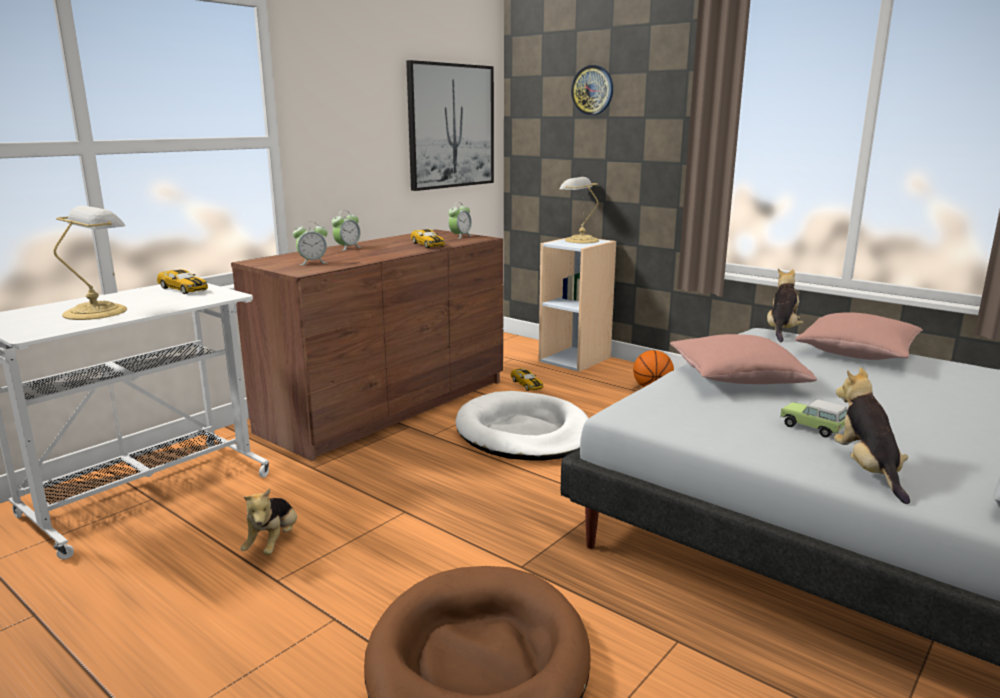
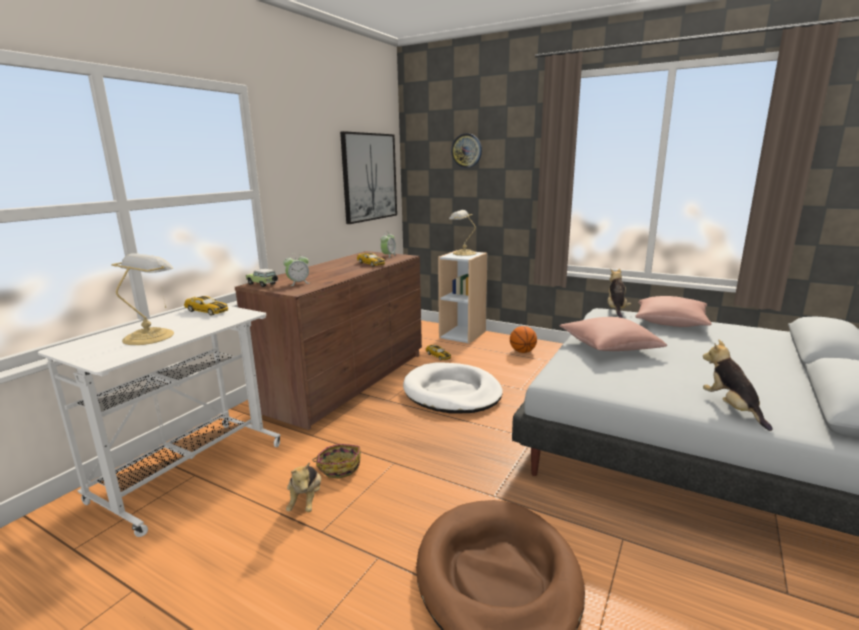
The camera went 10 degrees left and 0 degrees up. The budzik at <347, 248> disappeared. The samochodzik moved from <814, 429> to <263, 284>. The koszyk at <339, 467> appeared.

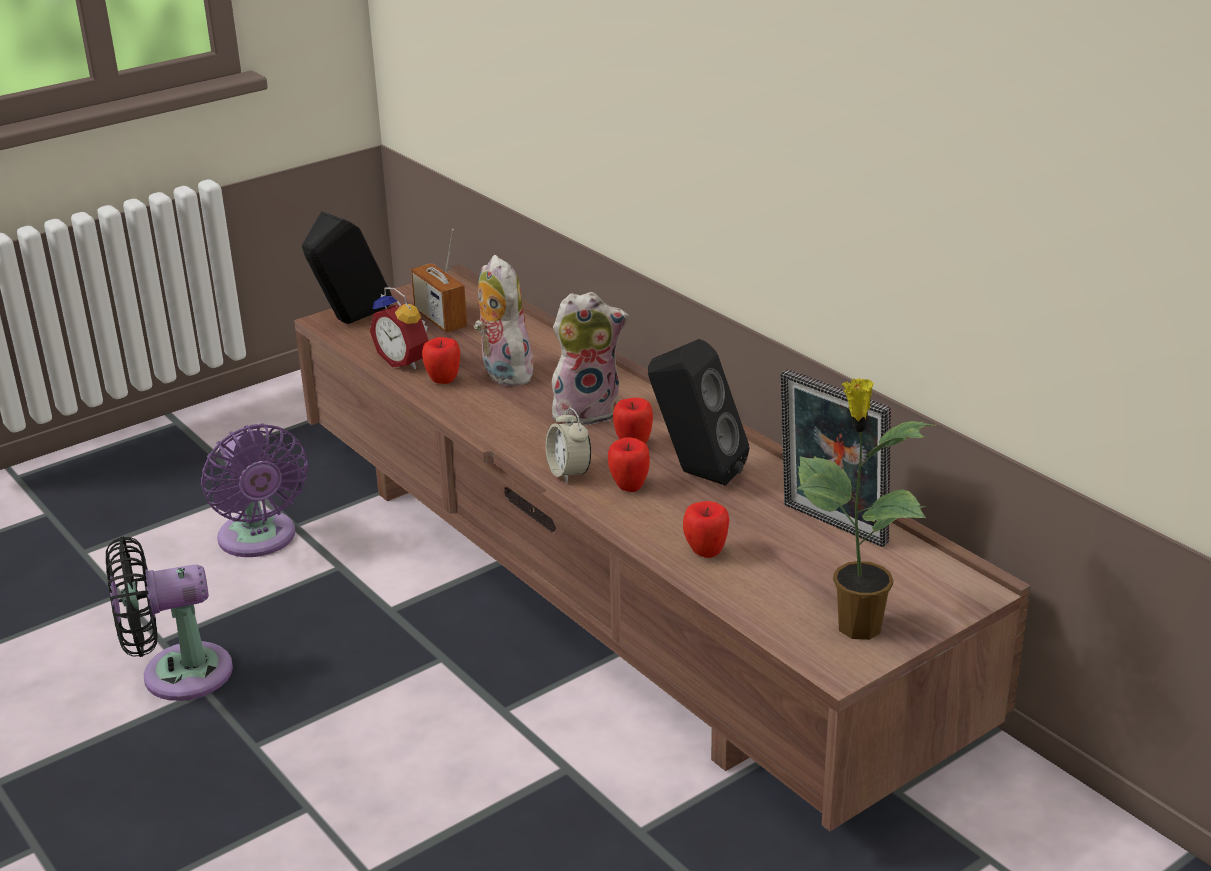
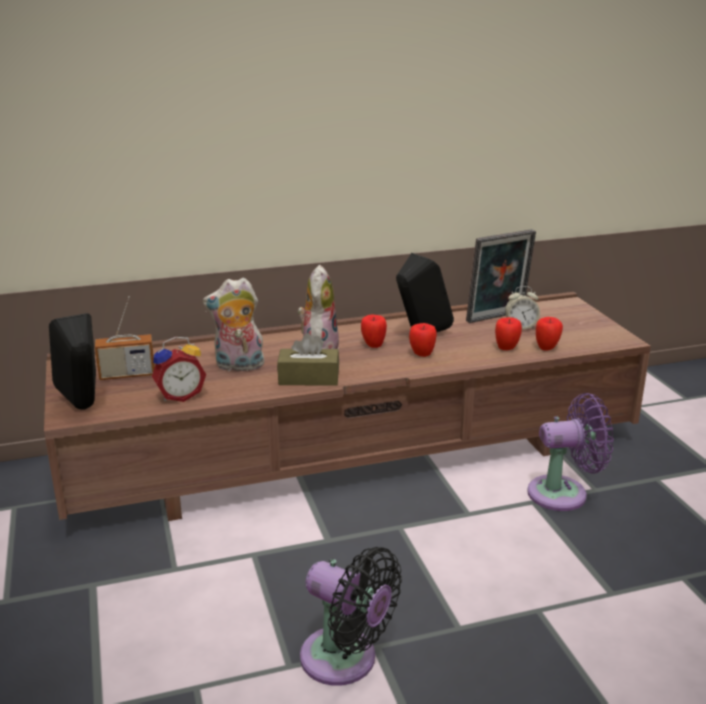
The camera went 70 degrees left and 5 degrees down. The wentylator [czarny] at <177, 674> turned 60 degrees counterclockwise. The wentylator [fioletowy] moved from <259, 540> to <563, 493>. The jabłko moved from <443, 381> to <547, 348>. The budzik moved from <569, 473> to <520, 327>. The roślina doniczkowa at <856, 626> disappeared. The pudełko chusteczek [brązowy] at <308, 378> appeared.

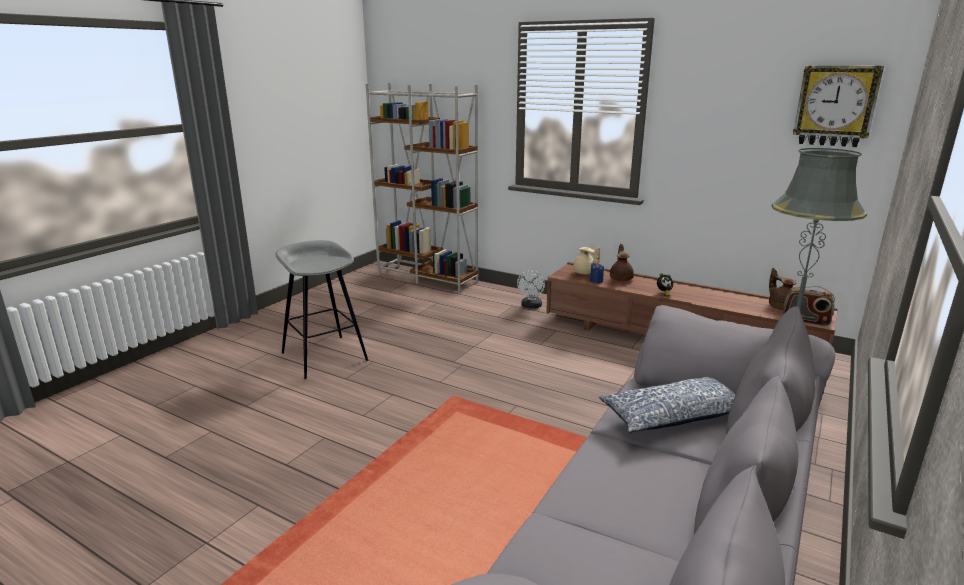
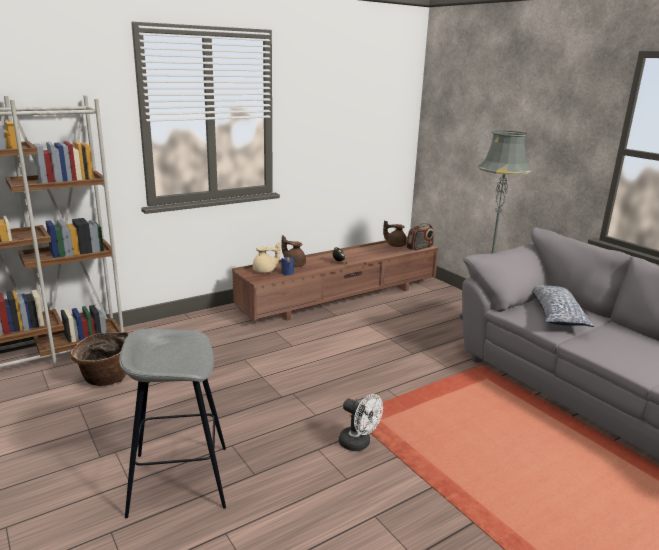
The camera went 65 degrees left and 0 degrees up. The wentylator [biały] moved from <531, 306> to <359, 444>. The zegar ścienny at <835, 106> disappeared. The koszyk at <105, 379> appeared.

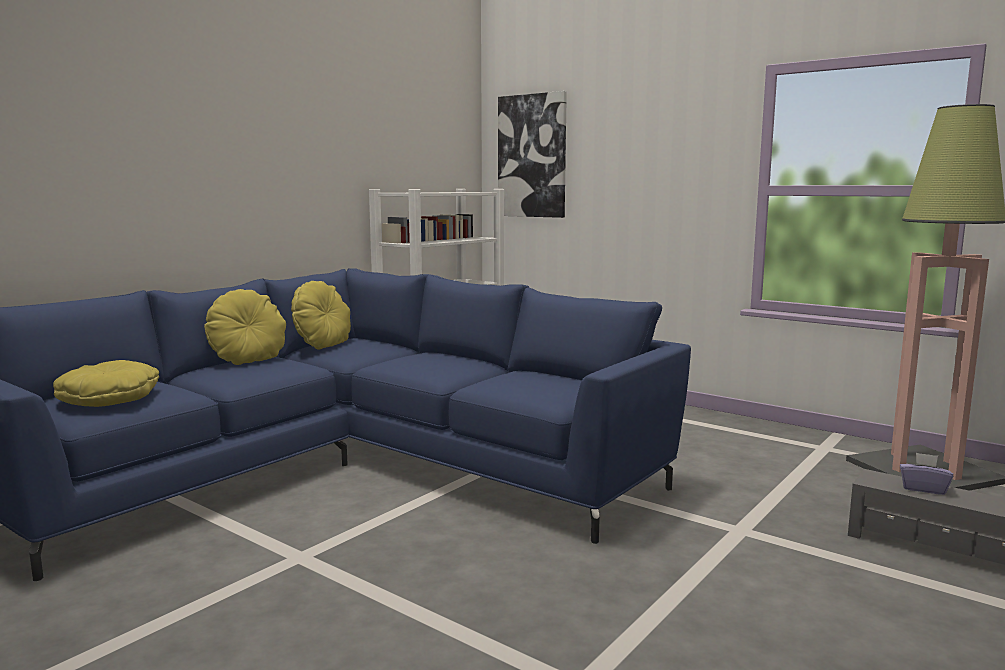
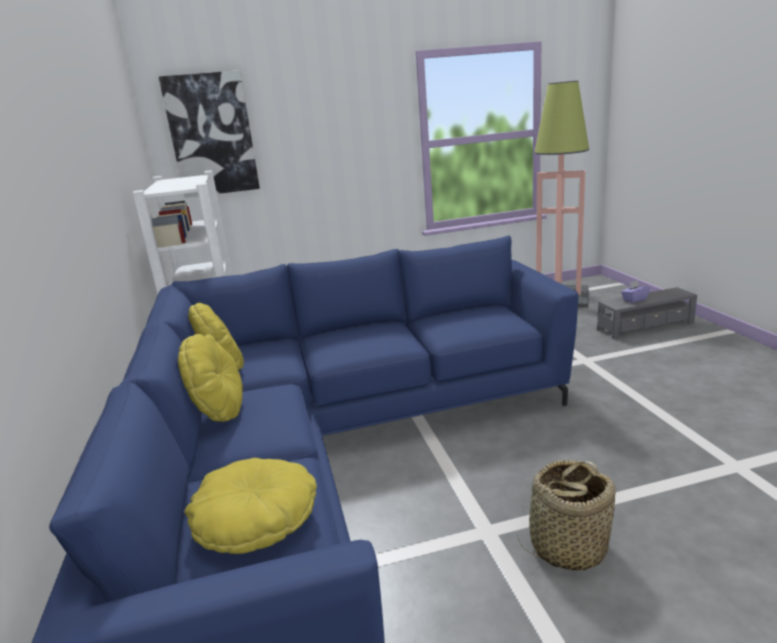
The camera went 50 degrees left and 10 degrees up. The koszyk at <567, 546> appeared.

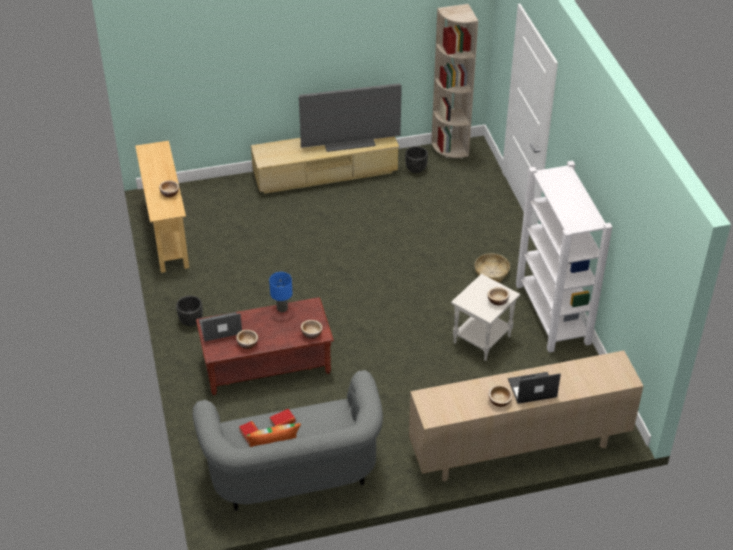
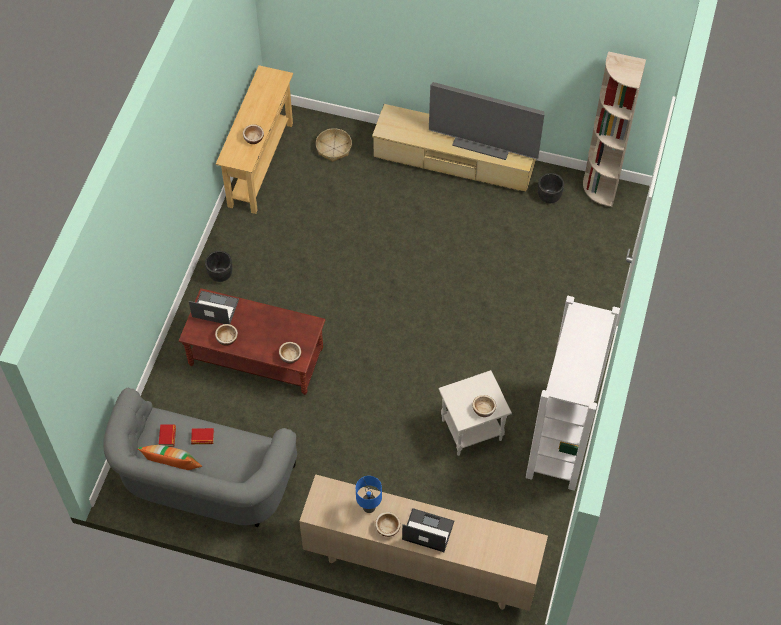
The camera went 30 degrees right and 15 degrees up. The lampa stołowa [niebieski] moved from <281, 309> to <368, 508>. The koszyk moved from <491, 272> to <334, 148>.

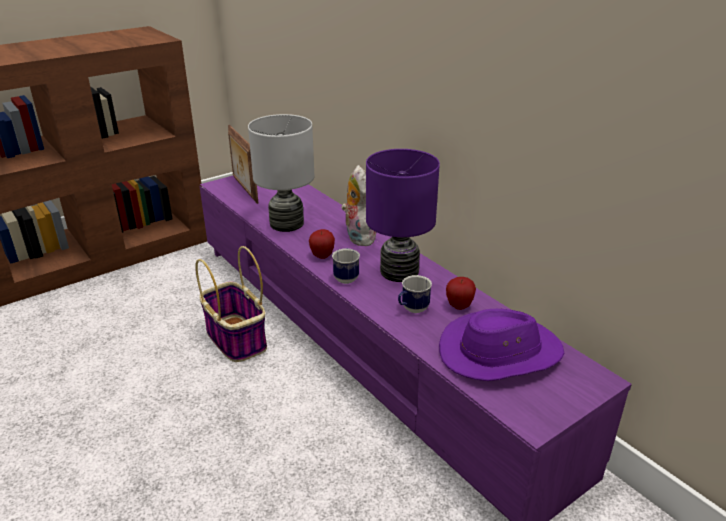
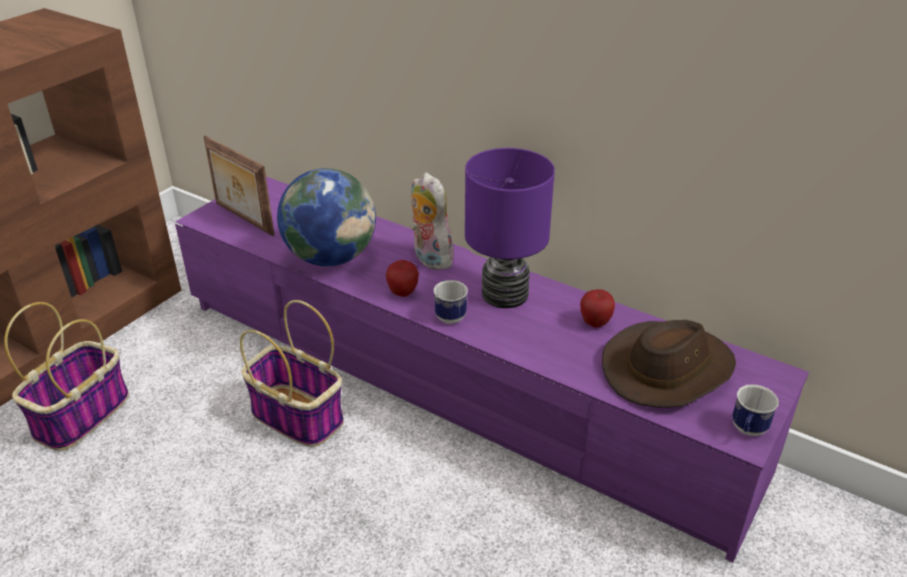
The camera went 20 degrees left and 5 degrees up. The lampa stołowa [szary] at <287, 224> was replaced by the globus at <331, 257>. The kubek moved from <412, 309> to <747, 431>. The kapelusz [fioletowy] at <499, 352> became the kapelusz [brązowy] at <667, 369>. The koszyk at <82, 414> appeared.

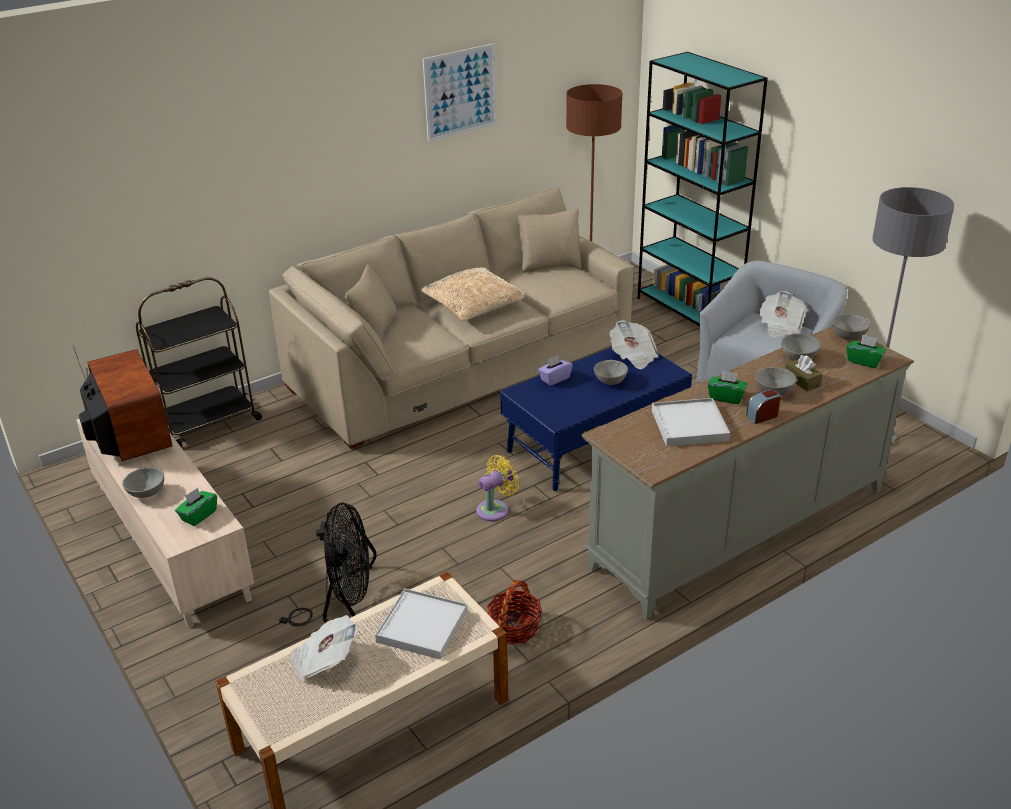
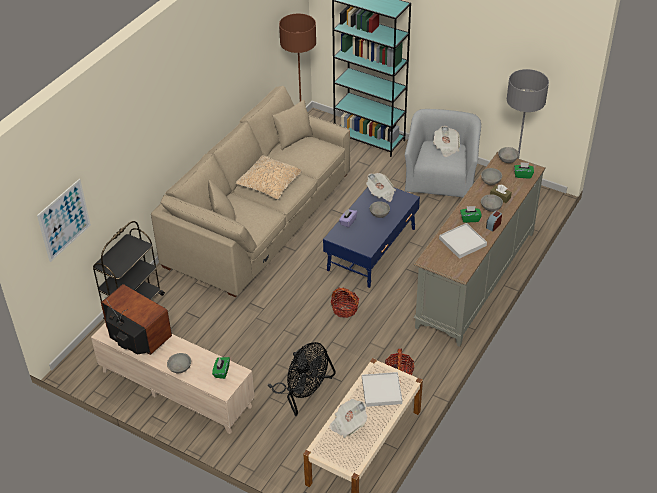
The camera went 25 degrees left and 10 degrees up. The wentylator [czarny] at <342, 605> turned 60 degrees clockwise. The obraz moved from <460, 92> to <64, 220>. The wentylator [żółty] at <495, 509> was replaced by the koszyk at <344, 309>.

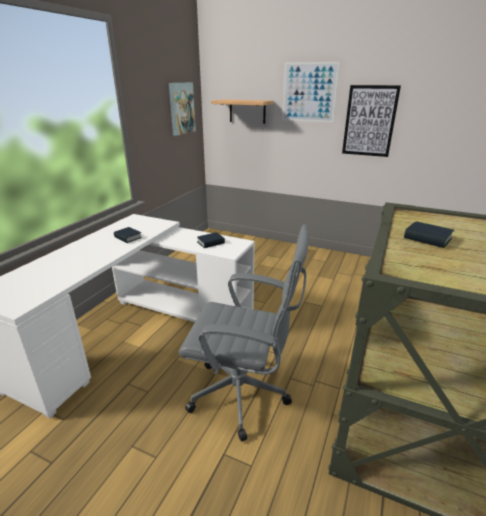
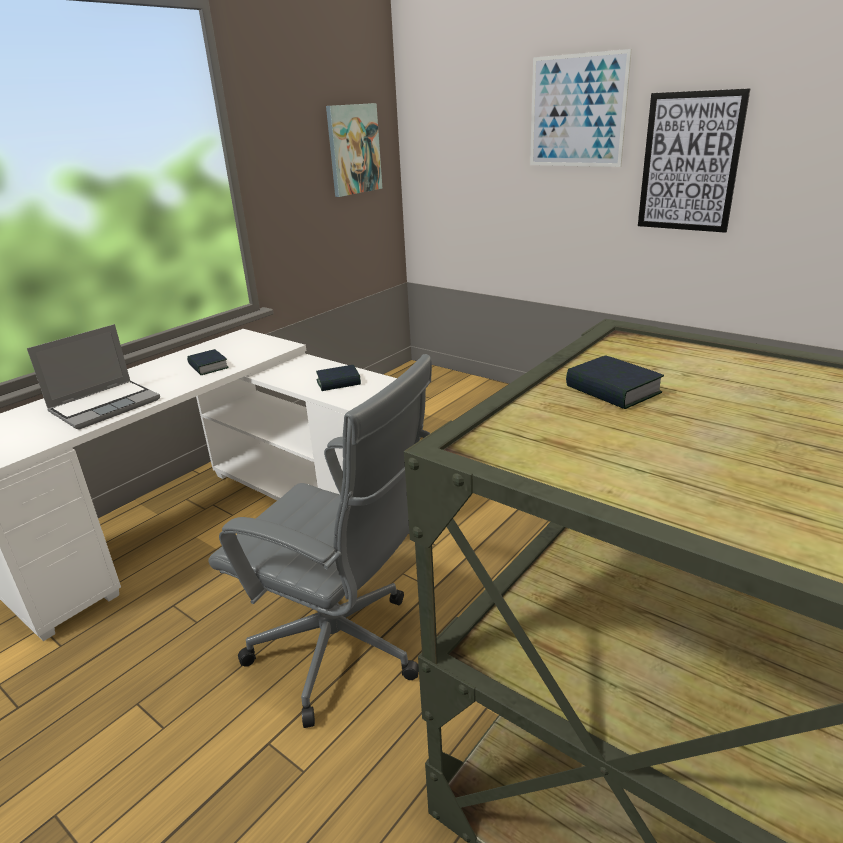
The camera went 15 degrees right and 0 degrees up. The półka at <247, 111> disappeared. The laptop at <106, 405> appeared.

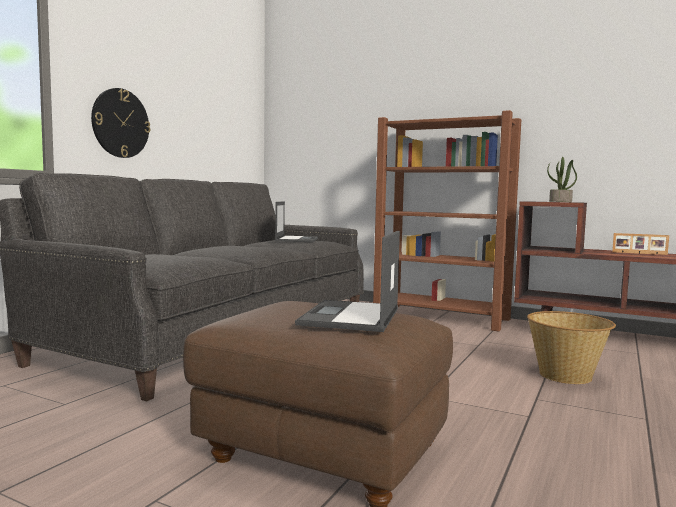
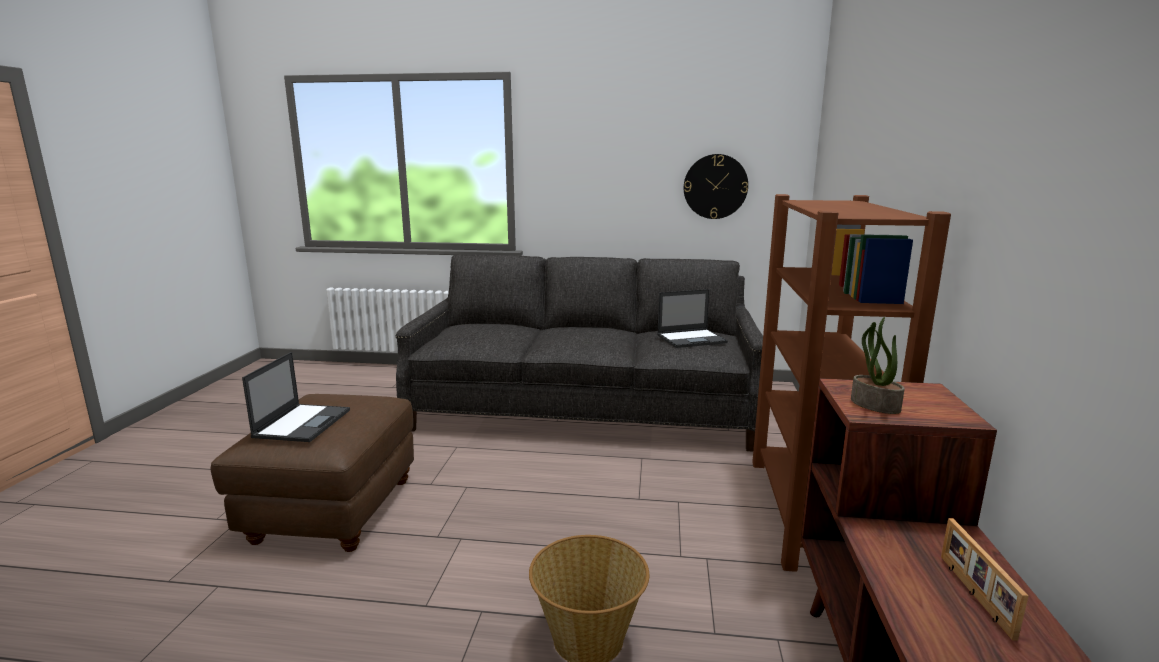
The camera went 70 degrees right and 10 degrees up. The zegar ścienny moved from <120, 123> to <715, 186>. The laptop at <350, 317> turned 105 degrees clockwise.

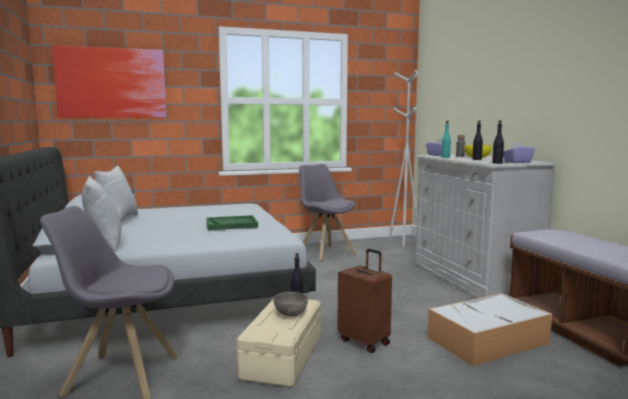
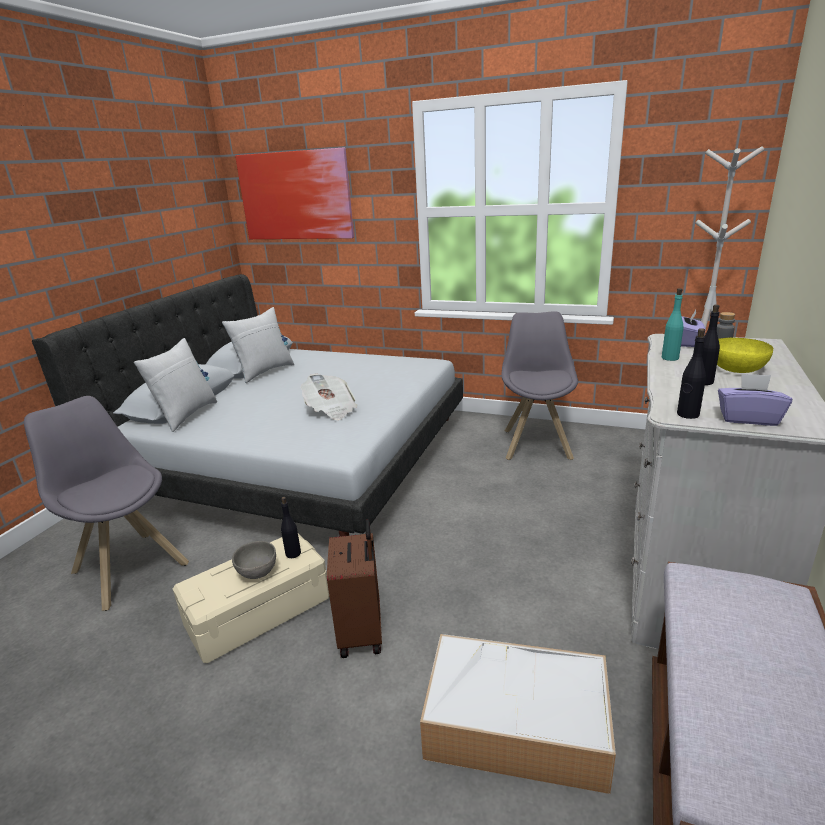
The camera went 40 degrees right and 15 degrees up. The taca [zielony] at <231, 224> was replaced by the gazeta at <330, 410>.

